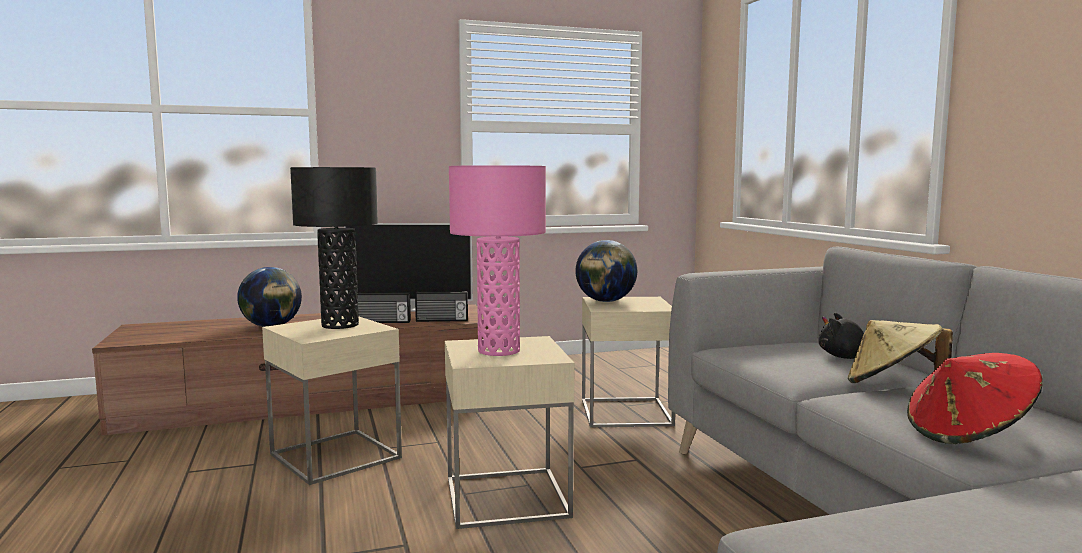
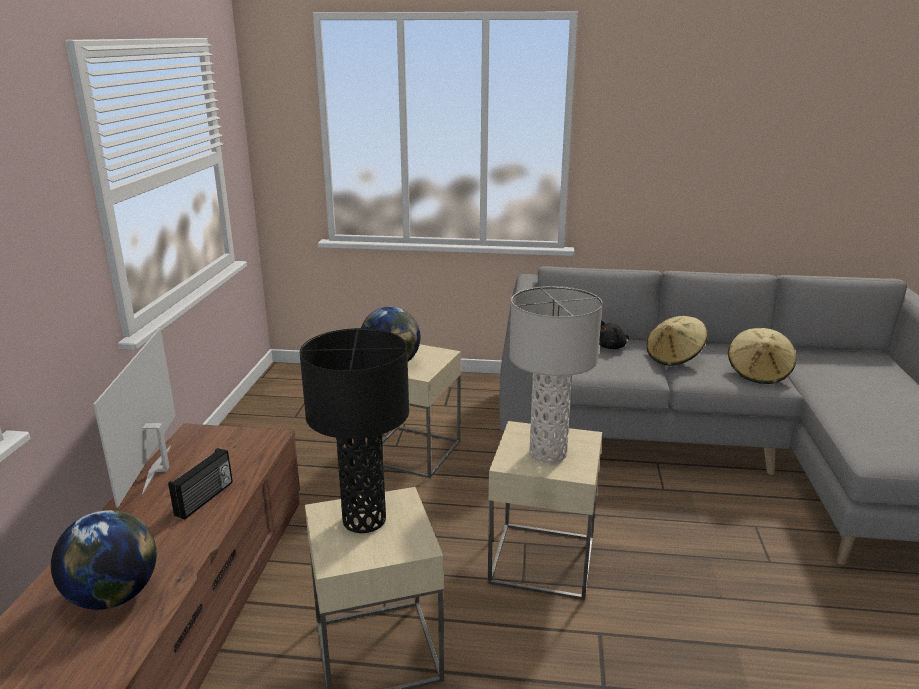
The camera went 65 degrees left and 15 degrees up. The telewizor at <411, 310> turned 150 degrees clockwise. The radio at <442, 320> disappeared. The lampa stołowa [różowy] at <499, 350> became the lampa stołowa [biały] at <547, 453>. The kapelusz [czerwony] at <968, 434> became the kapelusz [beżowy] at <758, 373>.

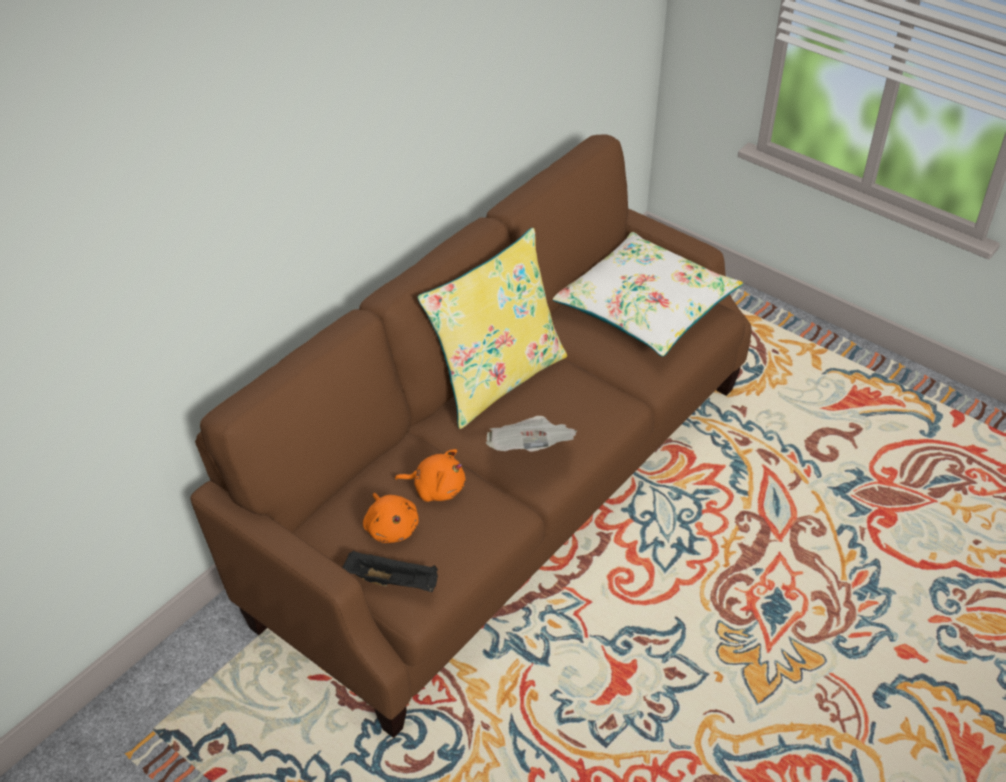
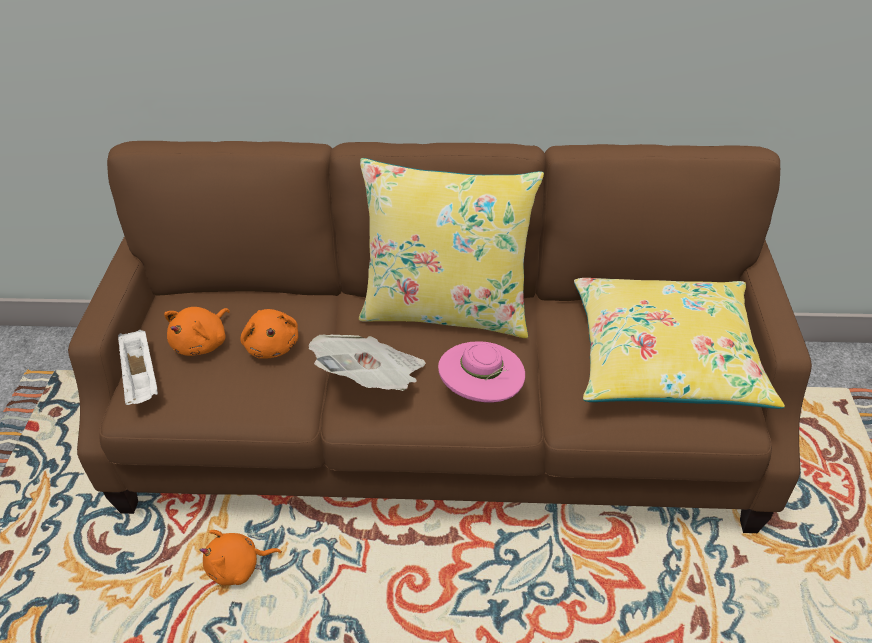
The camera went 55 degrees right and 0 degrees up. The taca [czarny] at <393, 581> became the taca [biały] at <142, 378>. The poduszka [biały] at <645, 307> became the poduszka [żółty] at <665, 357>. The pluszak [pomarańczowy] at <238, 567> appeared. The kapelusz [różowy] at <481, 392> appeared.

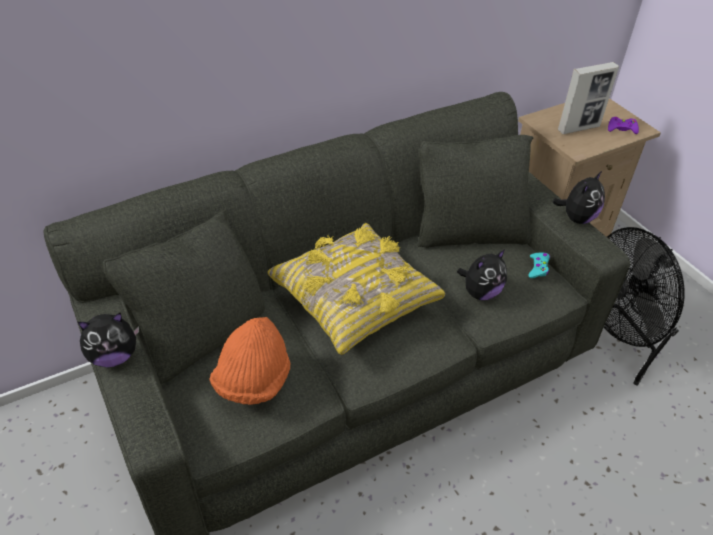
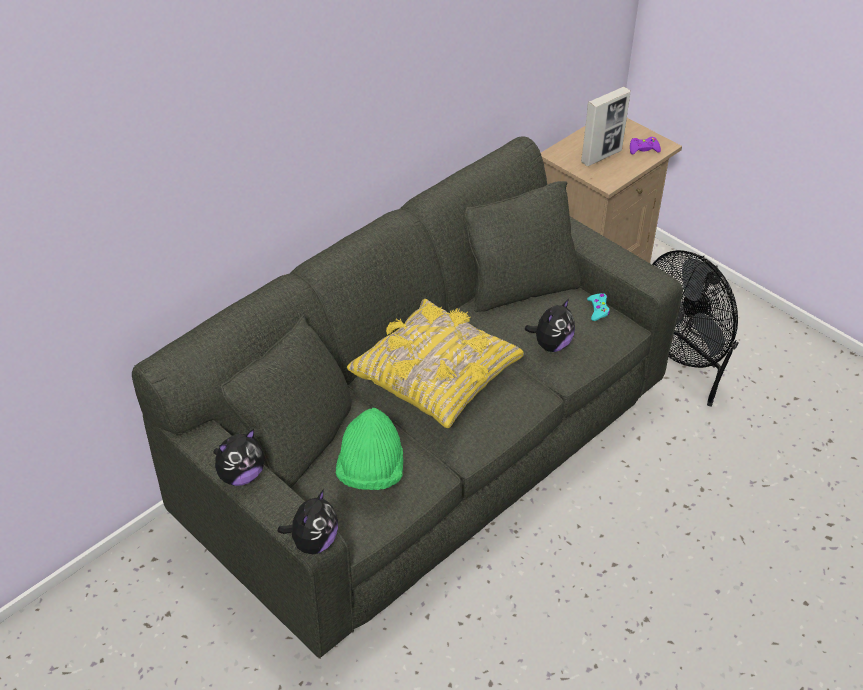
The camera went 15 degrees left and 0 degrees up. The kapelusz [pomarańczowy] at <253, 381> became the kapelusz [zielony] at <371, 471>. The pluszak moved from <577, 218> to <313, 542>.

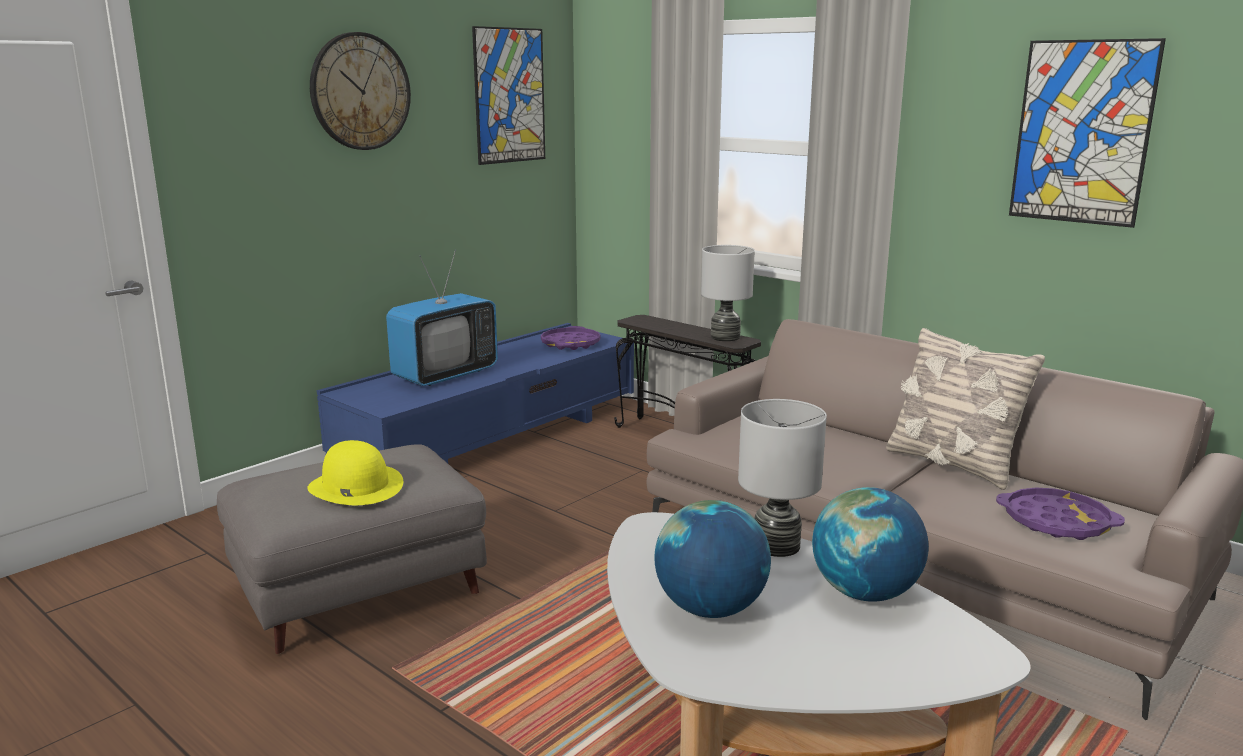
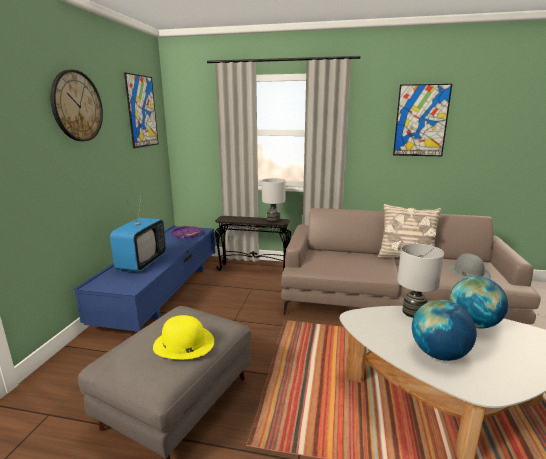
The camera went 30 degrees left and 0 degrees up. The taca [fioletowy] at <1056, 522> was replaced by the kapelusz [szary] at <468, 272>.

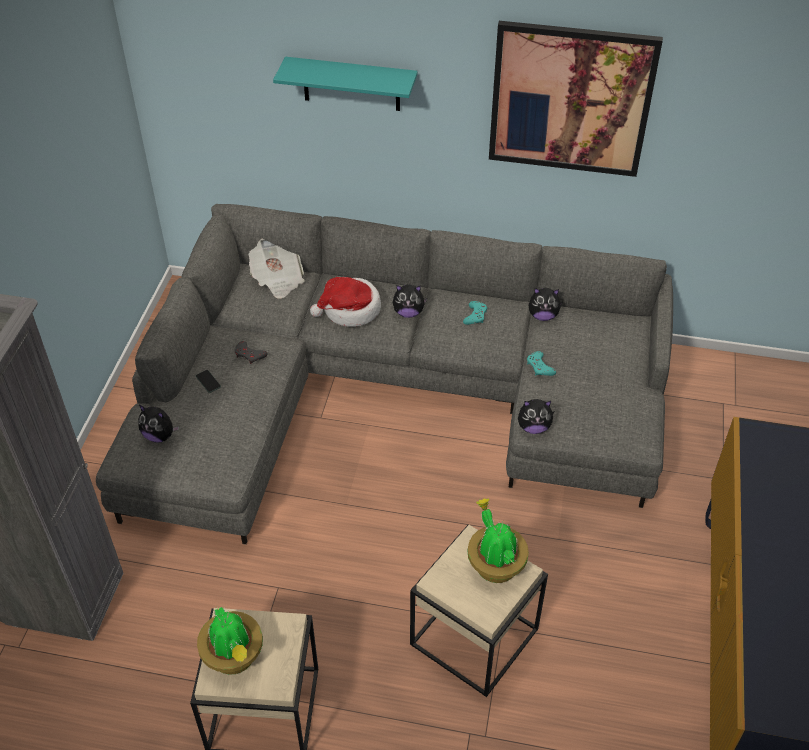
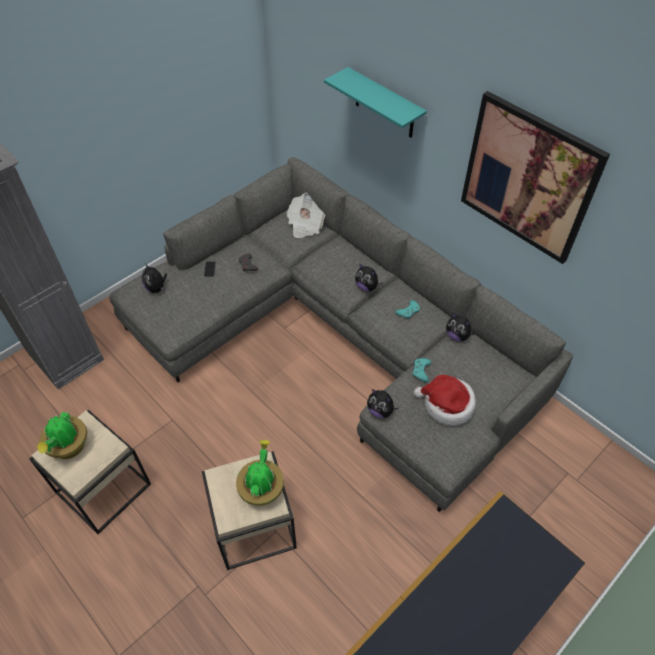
The camera went 35 degrees right and 5 degrees up. The kapelusz moved from <350, 310> to <446, 405>.

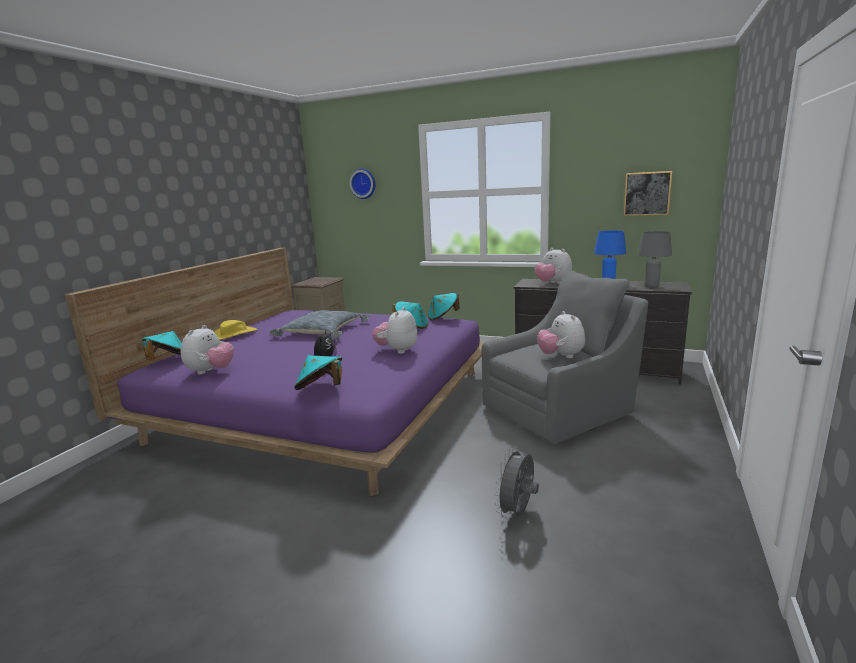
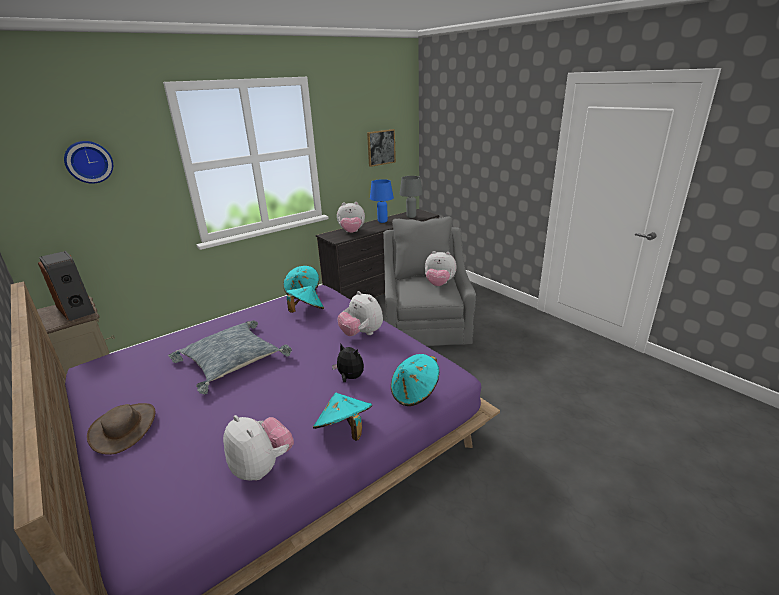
The camera went 60 degrees left and 10 degrees up. The kapelusz [turkusowy] moved from <168, 360> to <344, 431>. The kapelusz [żółty] at <234, 334> became the kapelusz [brązowy] at <124, 428>. The wentylator [szary] at <517, 513> disappeared. The głośnik at <77, 309> appeared.

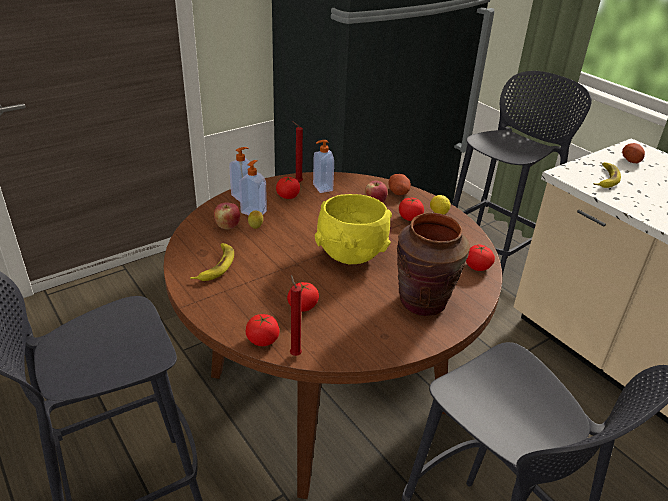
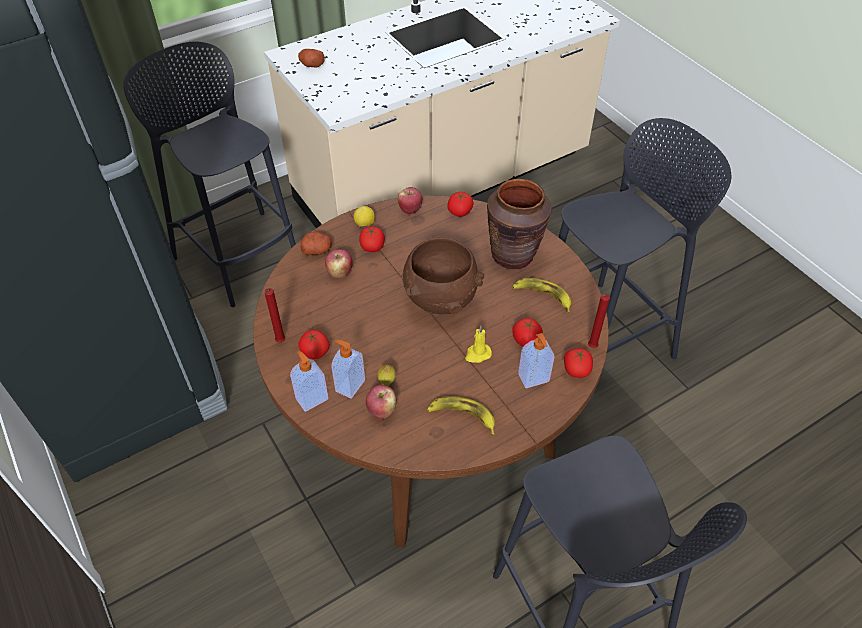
The camera went 85 degrees left and 15 degrees up. The dozownik mydła moved from <322, 187> to <534, 379>. The miska [żółty] at <351, 255> became the miska [brązowy] at <441, 299>. The banan moved from <605, 178> to <542, 296>. The jabłko at <410, 210> appeared. The świeca [żółty] at <477, 354> appeared.

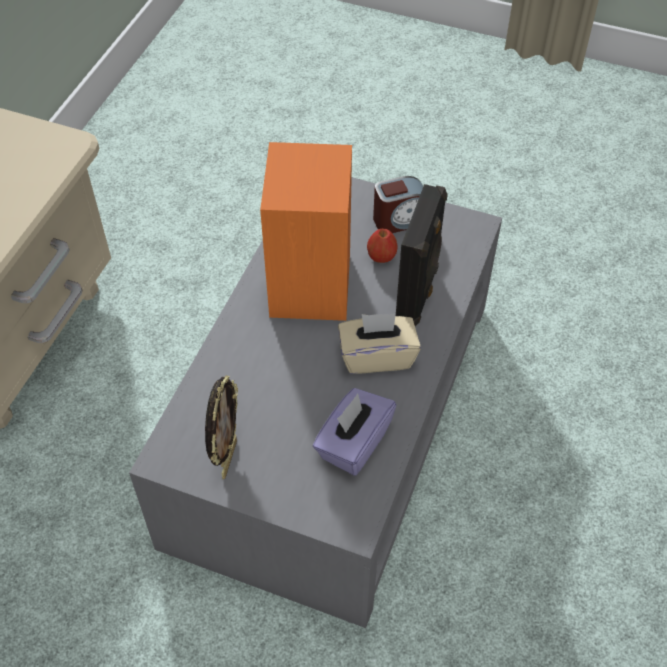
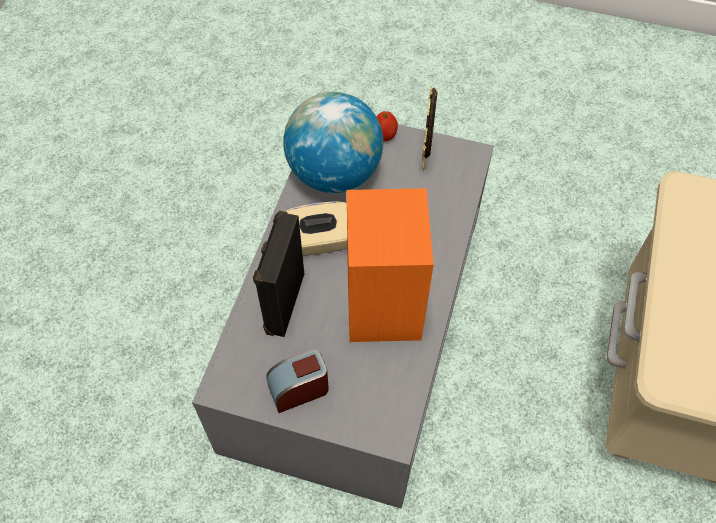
The camera went 175 degrees right and 5 degrees up. The pudełko chusteczek [fioletowy] at <353, 443> was replaced by the globus at <334, 173>. The jabłko moved from <381, 257> to <384, 135>.

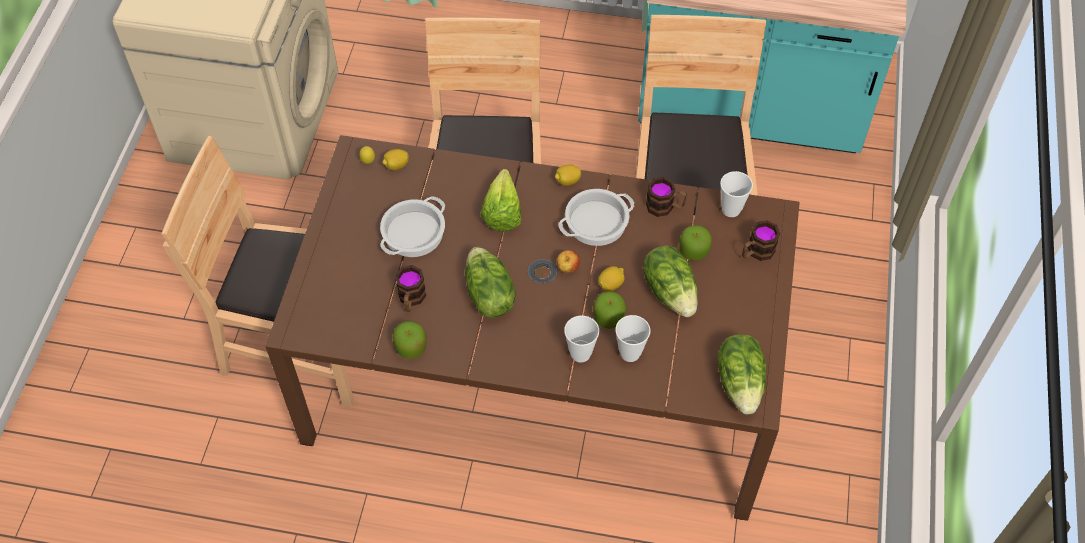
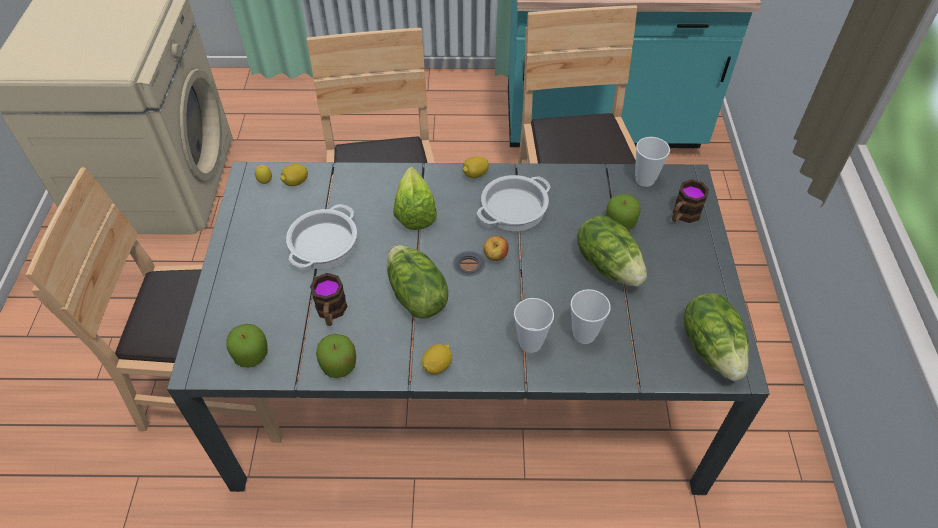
The camera went 10 degrees left and 5 degrees down. The stół jadalny [brązowy] at <542, 375> became the stół jadalny [szary] at <469, 380>. The jabłko moved from <609, 317> to <251, 354>. The cytryna moved from <611, 284> to <437, 365>. The kubek at <665, 207> disappeared.

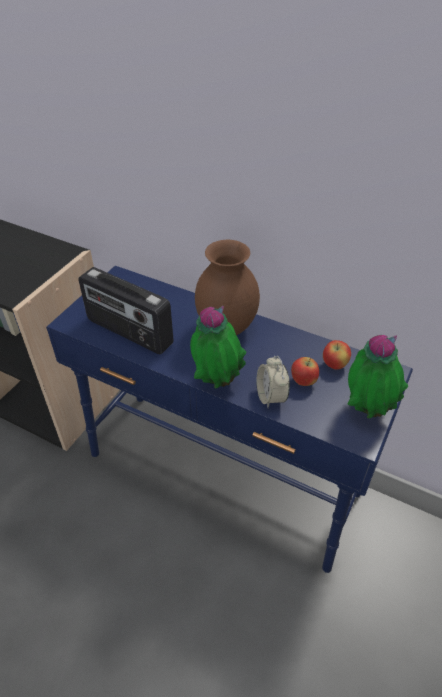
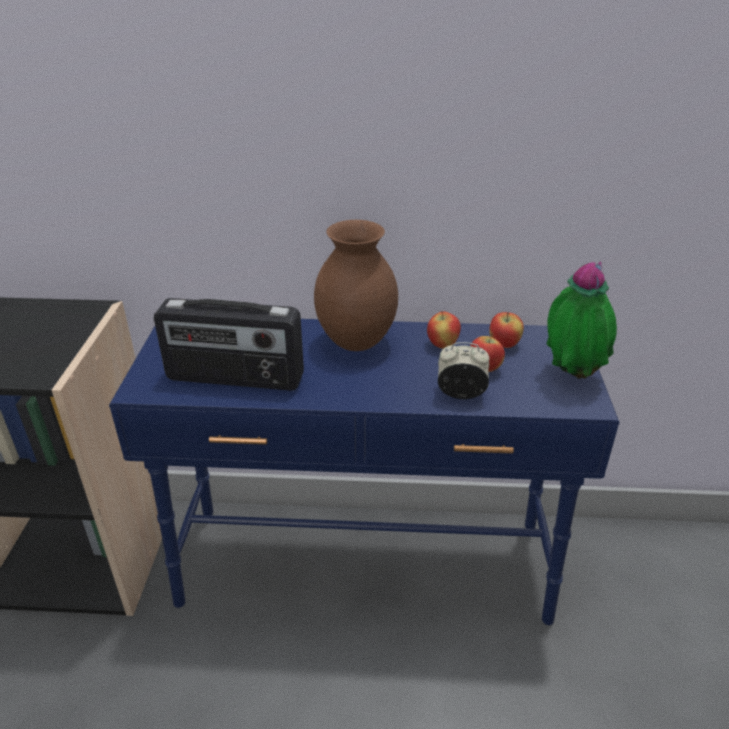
The camera went 25 degrees left and 10 degrees down. The roślina doniczkowa at <216, 381> disappeared. The budzik at <271, 396> turned 135 degrees clockwise. The jabłko at <442, 345> appeared.

